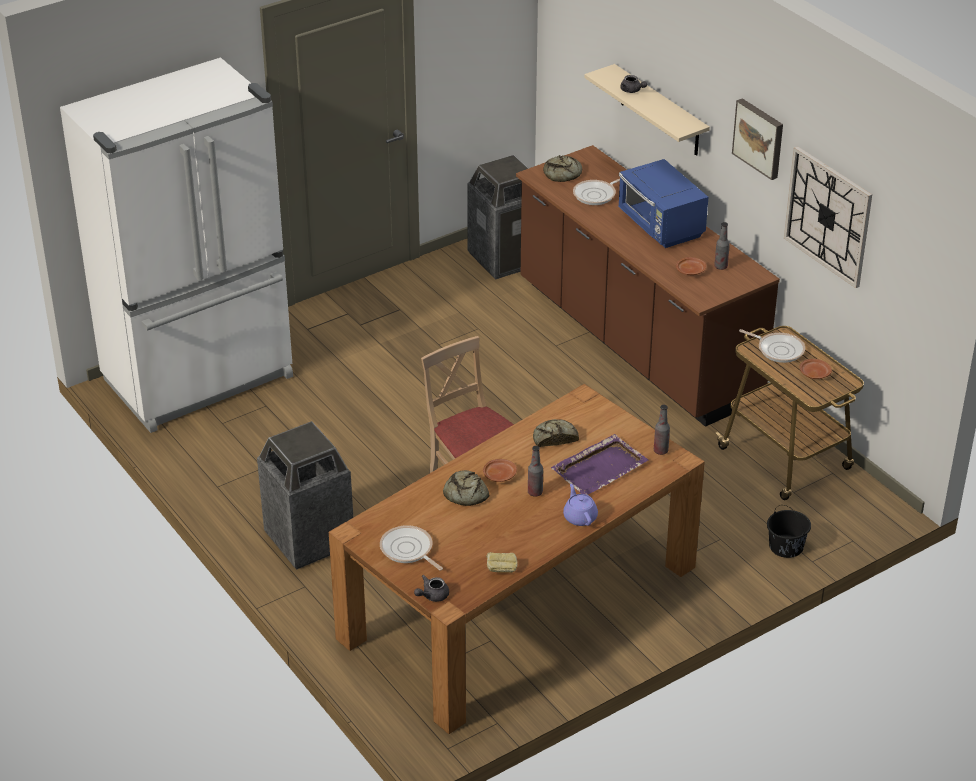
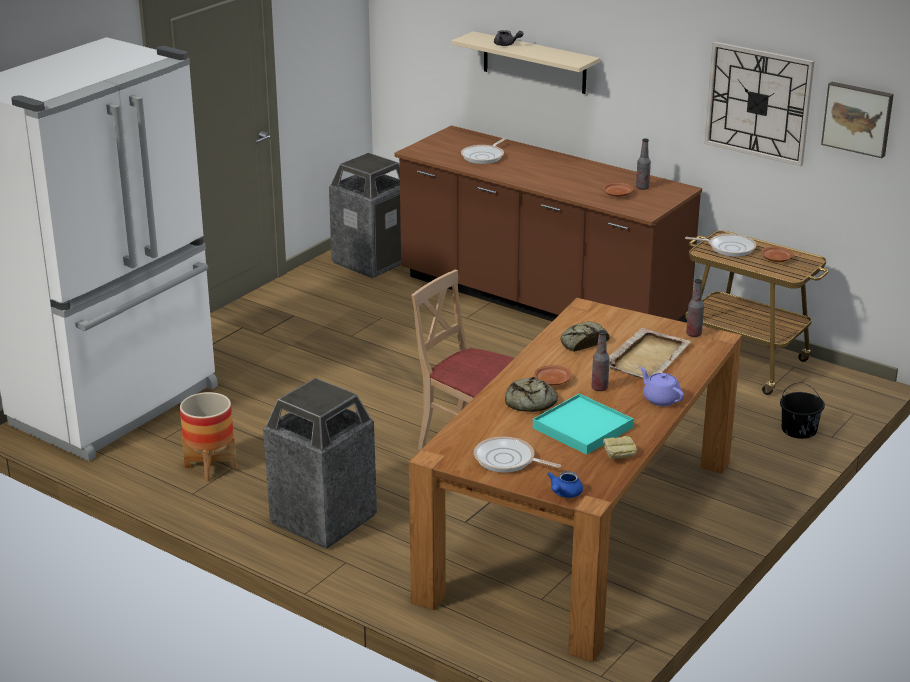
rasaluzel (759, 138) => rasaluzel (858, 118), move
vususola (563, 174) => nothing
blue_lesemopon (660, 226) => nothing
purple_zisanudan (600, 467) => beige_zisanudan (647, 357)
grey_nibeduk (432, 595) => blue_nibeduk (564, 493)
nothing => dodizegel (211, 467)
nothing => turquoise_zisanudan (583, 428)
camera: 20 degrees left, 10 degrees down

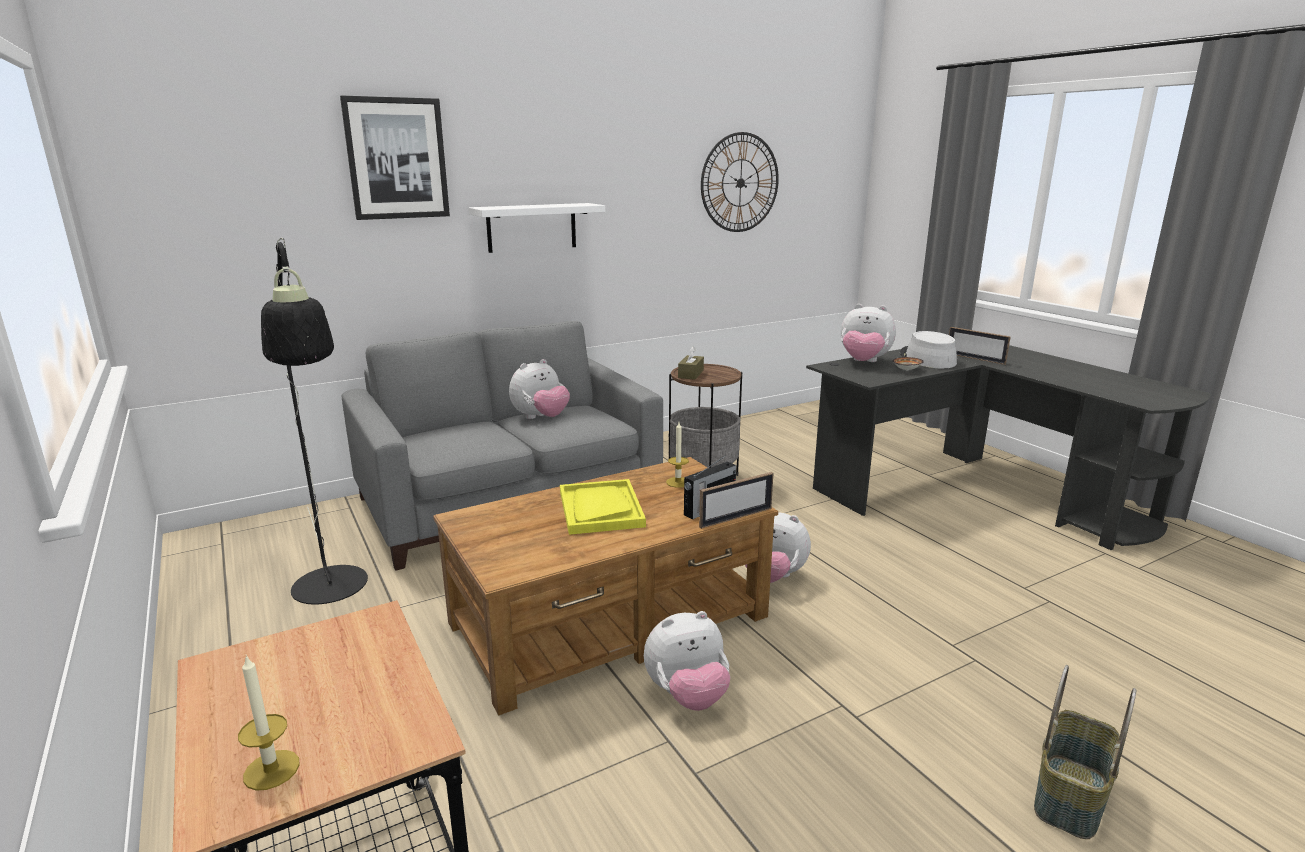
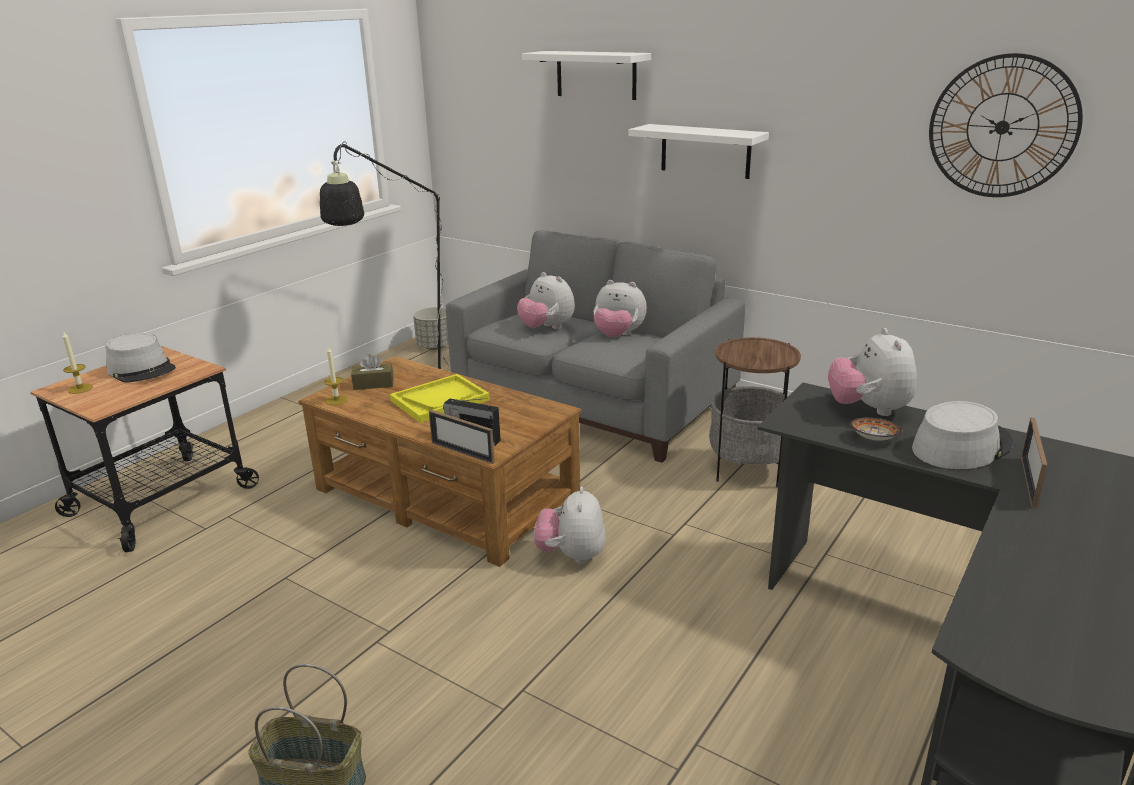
rasaluzel (397, 159) => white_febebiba (596, 75)
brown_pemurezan (691, 374) => brown_pemurezan (373, 384), move
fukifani (678, 482) => fukifani (336, 400), move
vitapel (687, 696) => vitapel (547, 328), move
nothing => grey_dodizegel (435, 346)
nothing => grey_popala (142, 369)
camera: 65 degrees right, 5 degrees up

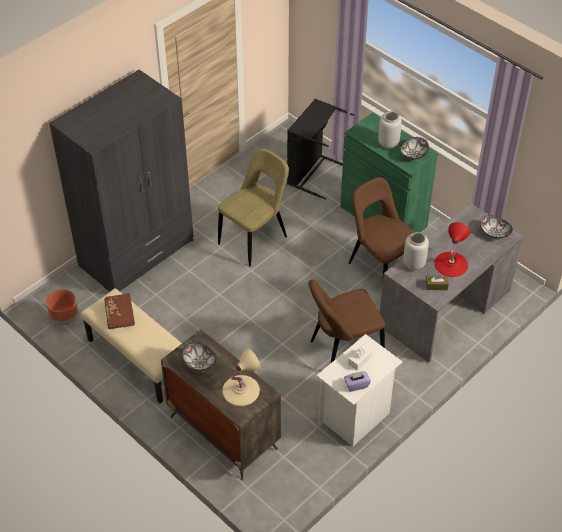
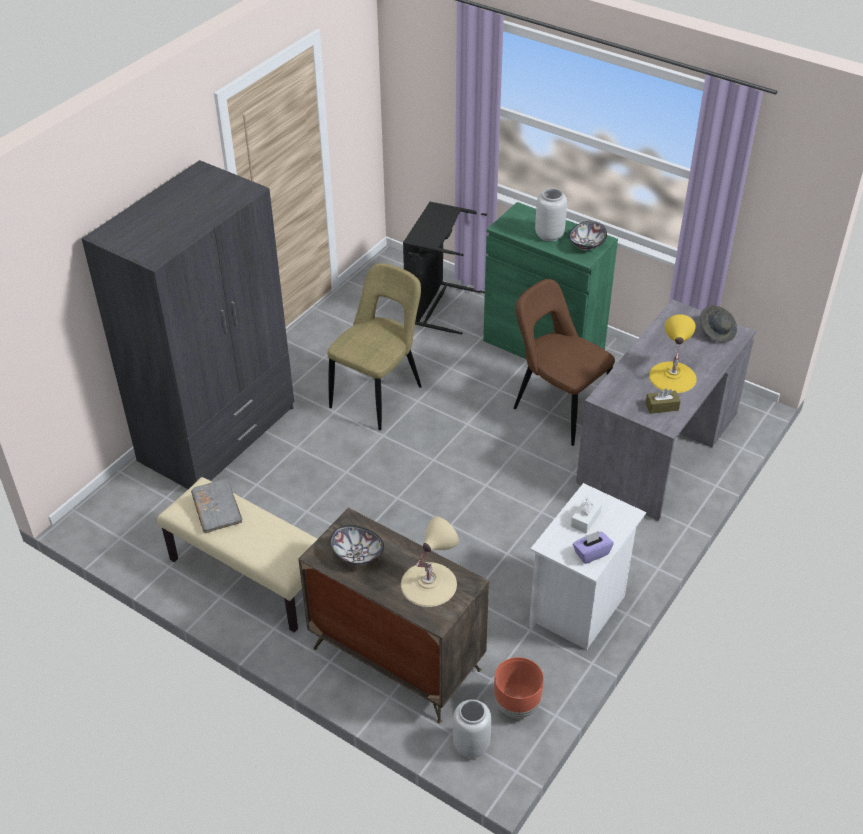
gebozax (494, 233) => grey_popala (717, 331)
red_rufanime (451, 264) => yellow_rufanime (672, 377)
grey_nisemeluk (413, 264) => grey_nisemeluk (470, 745), move
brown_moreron (343, 350) => nothing
brown_dodizegel (64, 319) => brown_dodizegel (516, 705), move
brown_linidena (120, 315) => grey_linidena (217, 512)
camera: 10 degrees left, 5 degrees down

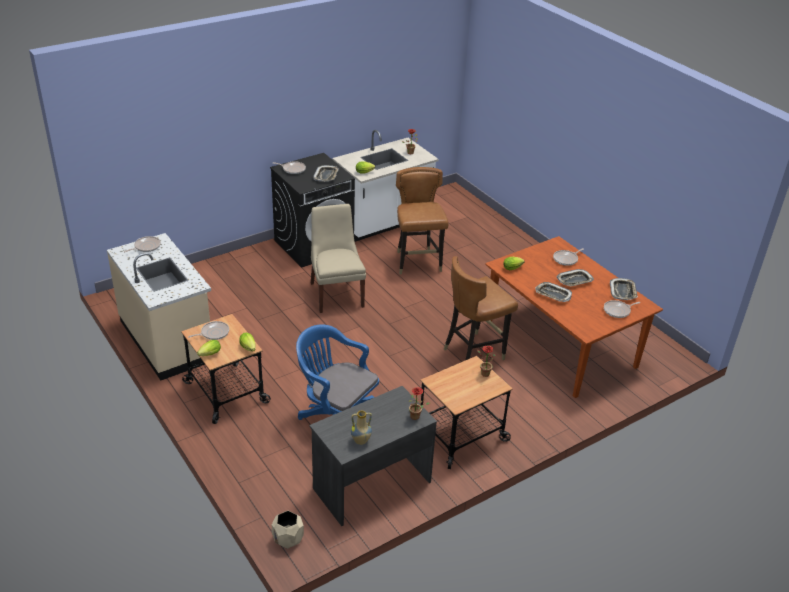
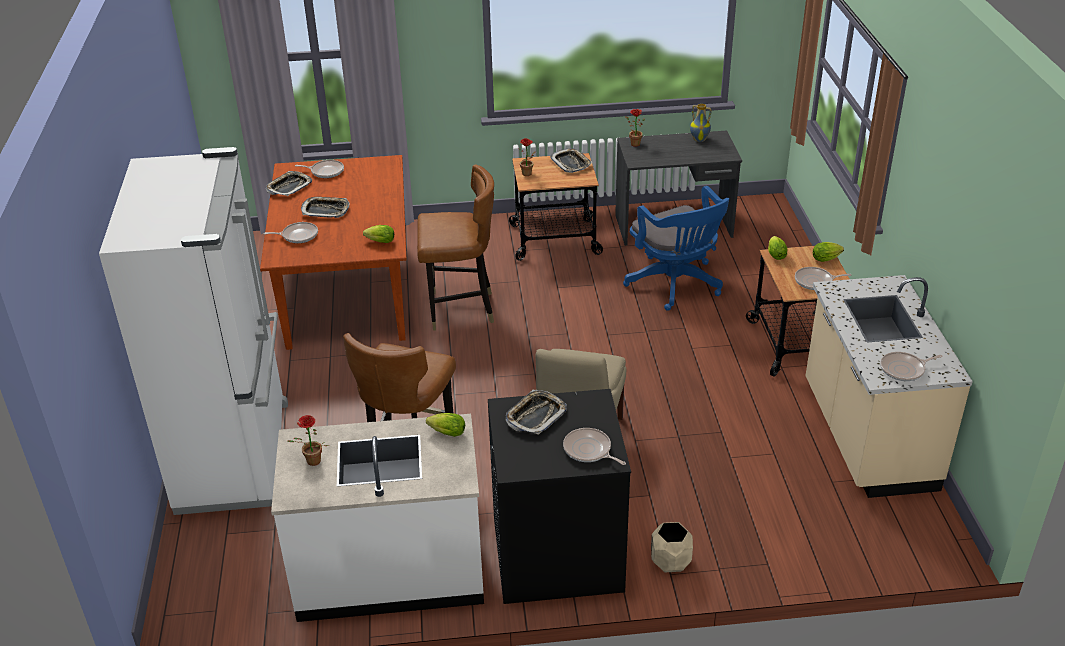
zisanudan (553, 294) => zisanudan (571, 163), move
beige_dodizegel (288, 539) => beige_dodizegel (670, 561), move
nothing => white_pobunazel (237, 455)
camera: 150 degrees left, 0 degrees up

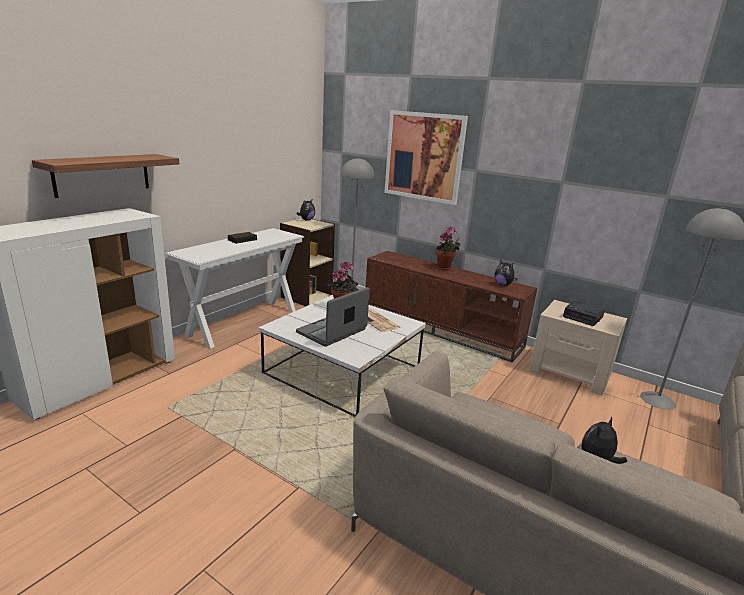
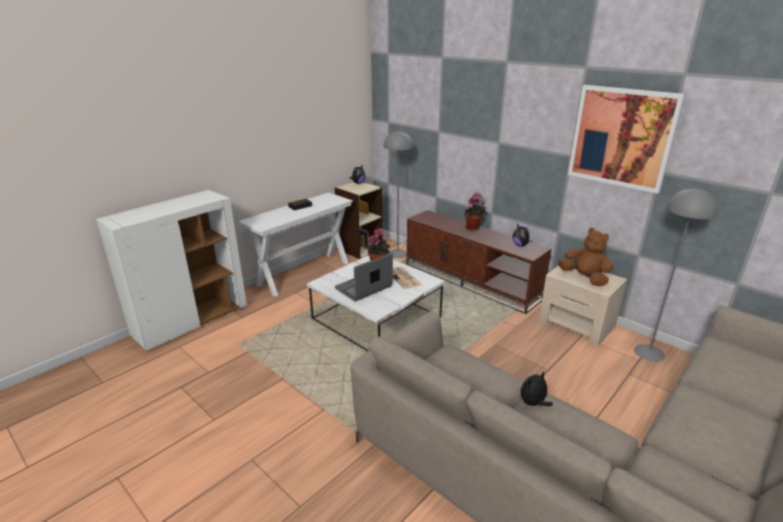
rasaluzel (424, 156) => rasaluzel (621, 137), move
febebiba (102, 174) => nothing
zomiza (583, 317) => brown_vitapel (584, 278)
camera: 10 degrees right, 5 degrees up

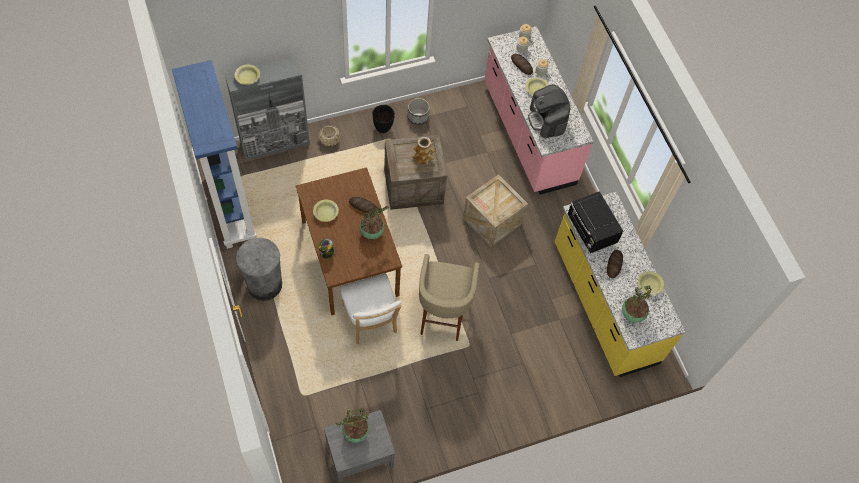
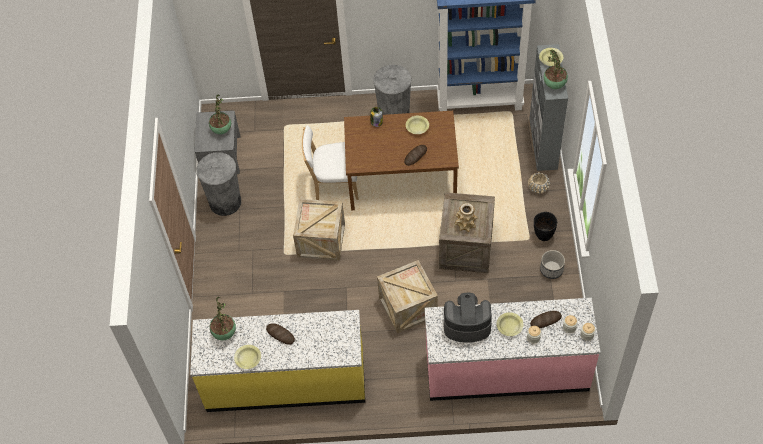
black_lesemopon (591, 231) => nothing
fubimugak (372, 232) => fubimugak (554, 85), move
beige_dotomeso (442, 315) => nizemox (321, 240)
nothing => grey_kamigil (225, 202)
camera: 115 degrees right, 5 degrees down

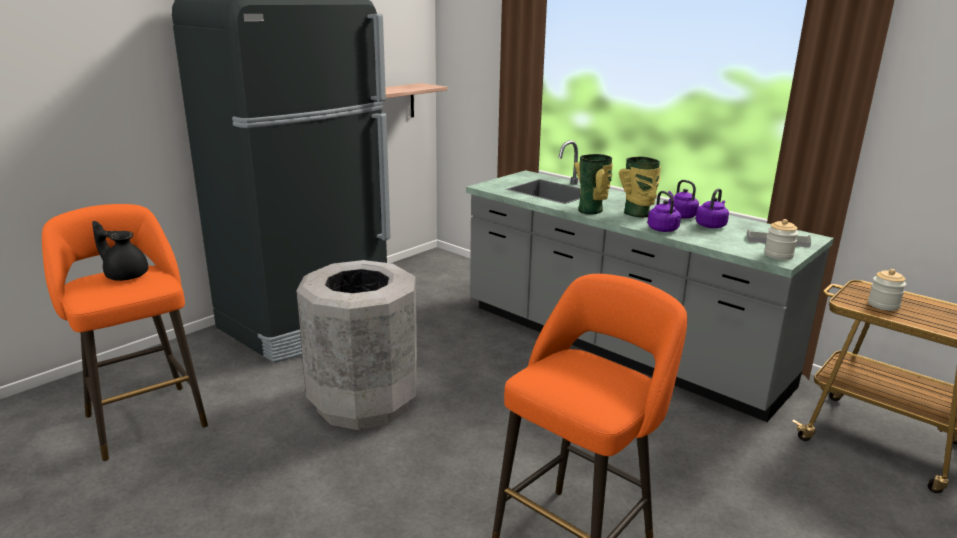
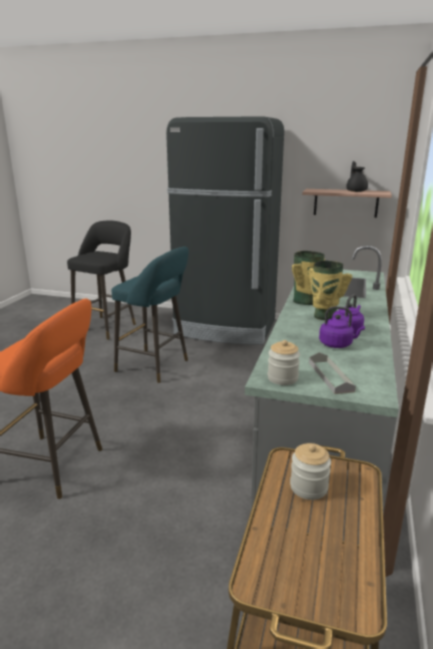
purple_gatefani (664, 230) => nothing
orange_dotomeso (144, 417) => black_dotomeso (107, 326)
black_nibeduk (125, 275) => black_nibeduk (356, 191), move
grey_kamigil (364, 402) => turquoise_dotomeso (155, 366)
camera: 65 degrees right, 0 degrees up

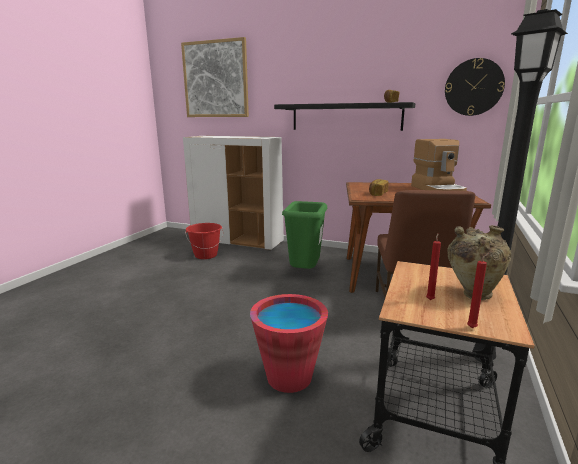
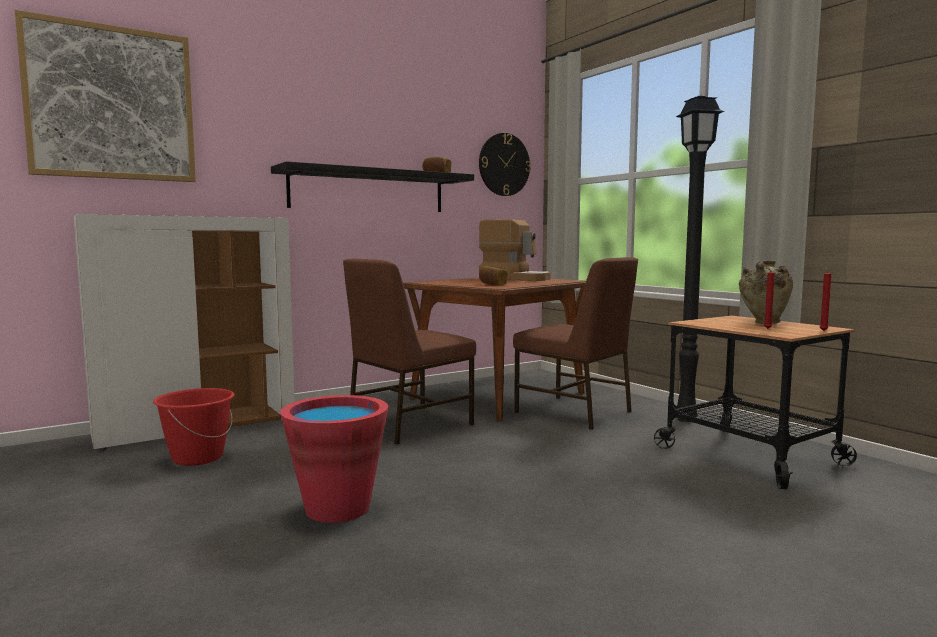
green_kamigil (305, 273) => brown_moreron (408, 424)
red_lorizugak (289, 377) => red_lorizugak (337, 508), move
camera: 55 degrees left, 10 degrees down

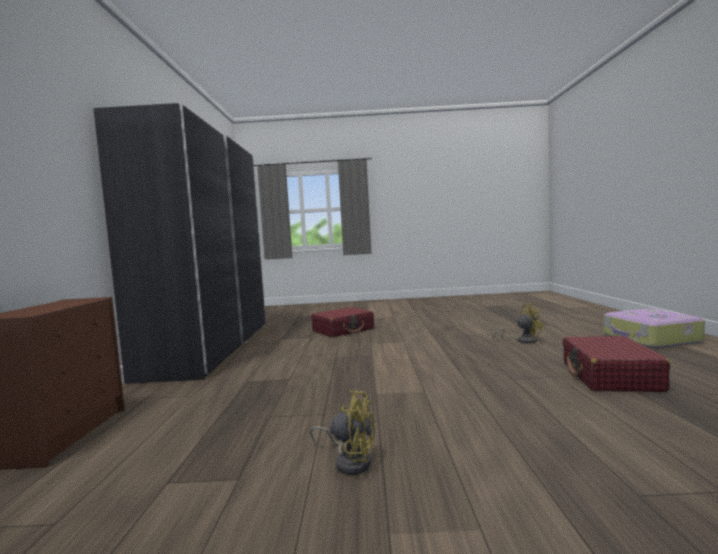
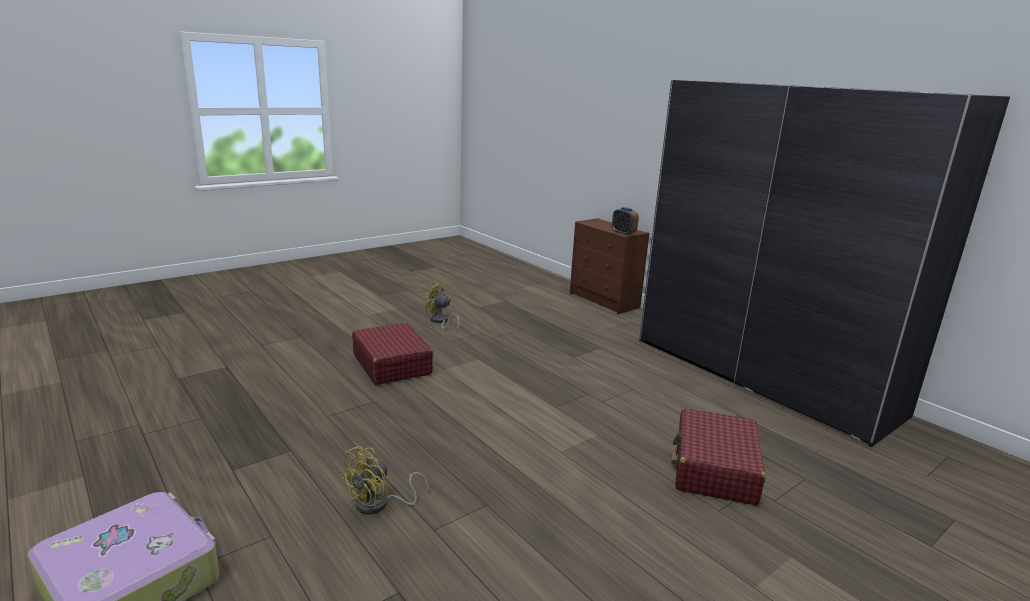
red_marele (610, 376) => red_marele (392, 364), move
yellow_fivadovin (349, 461) => yellow_fivadovin (440, 321), 45 degrees clockwise
nothing => zomiza (623, 233)
camera: 140 degrees right, 15 degrees up

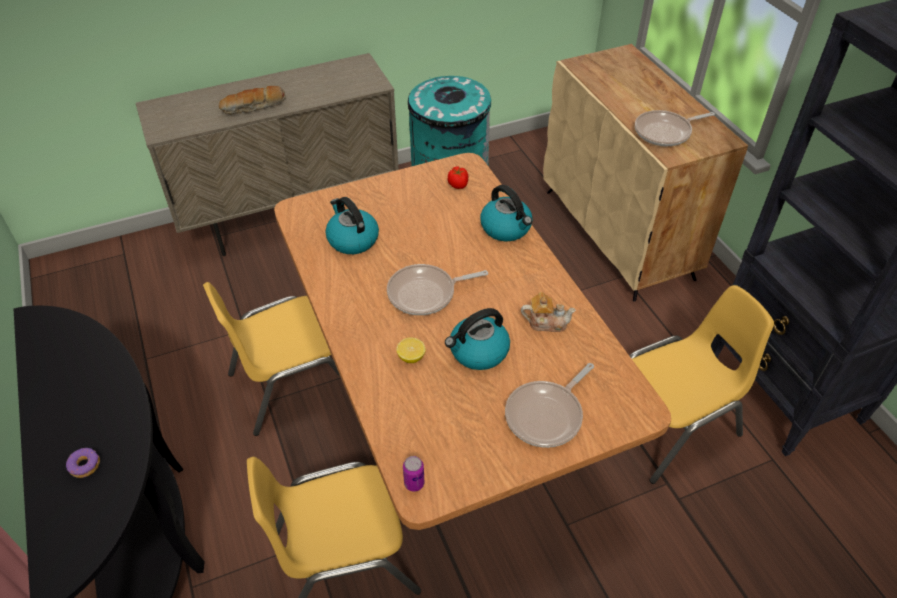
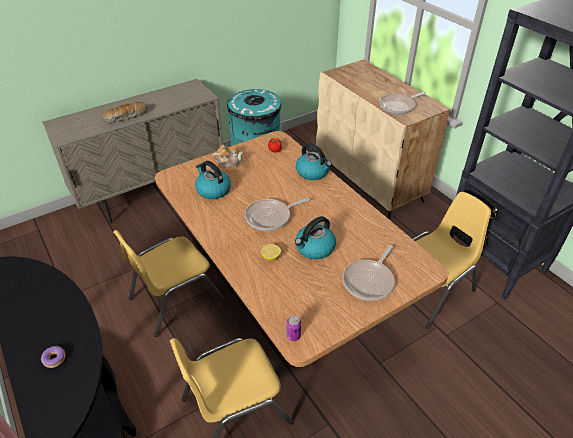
nibeduk (546, 322) => nibeduk (229, 163), move
camera: 10 degrees left, 5 degrees down

